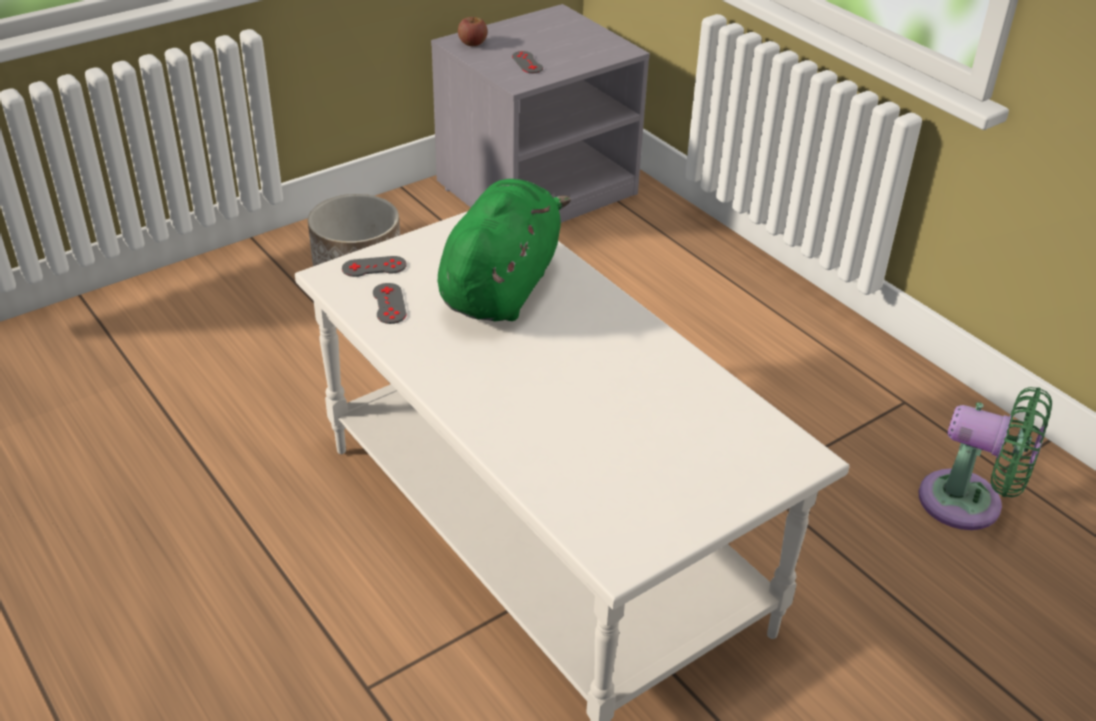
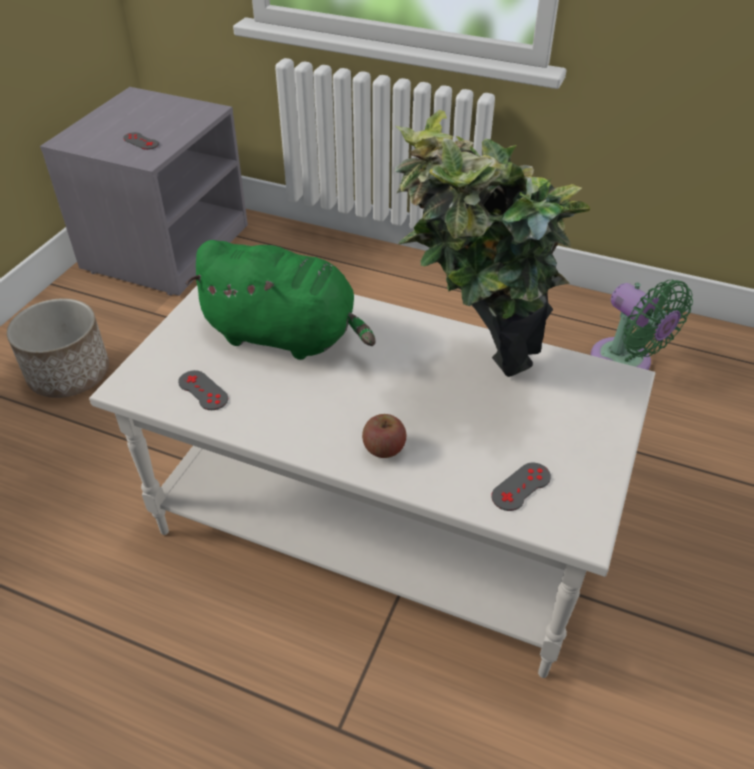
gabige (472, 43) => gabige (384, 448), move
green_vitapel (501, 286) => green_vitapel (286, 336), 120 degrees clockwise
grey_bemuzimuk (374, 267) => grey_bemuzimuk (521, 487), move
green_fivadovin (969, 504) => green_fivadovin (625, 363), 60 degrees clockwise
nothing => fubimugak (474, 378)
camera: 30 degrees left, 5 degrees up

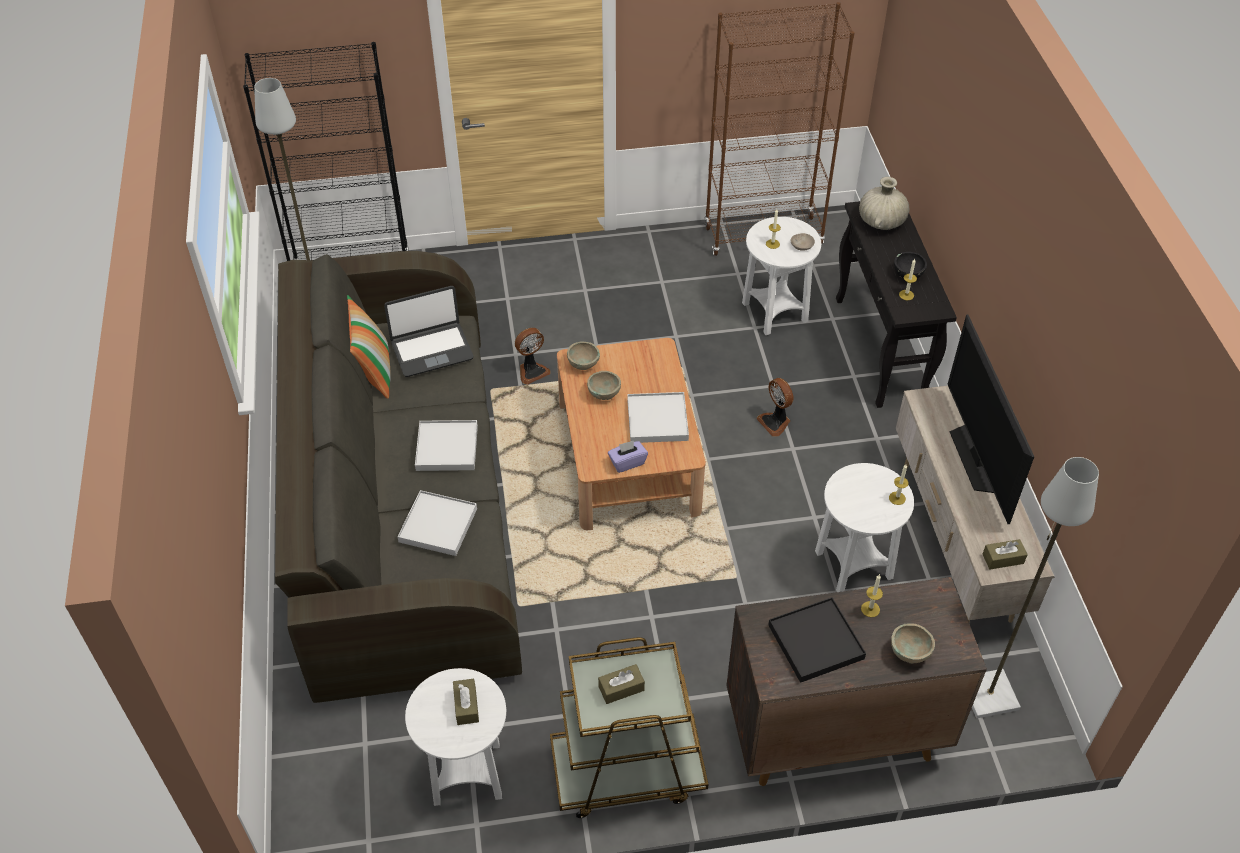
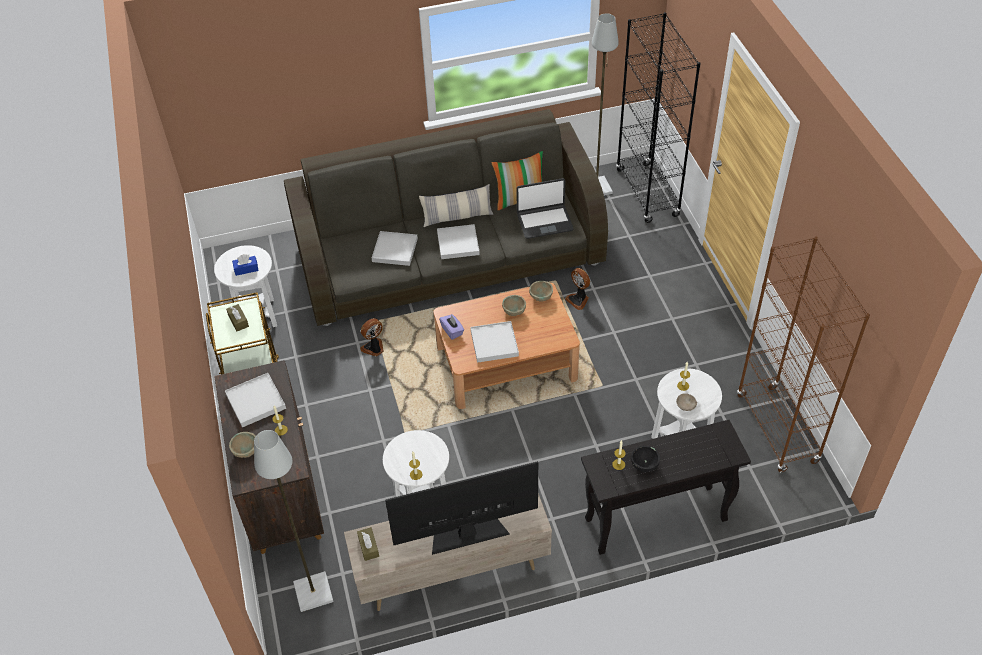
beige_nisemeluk (881, 222) => nothing
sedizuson (431, 350) => sedizuson (544, 222), 75 degrees counterclockwise
fivadovin (775, 422) => fivadovin (374, 348), move
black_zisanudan (816, 642) => white_zisanudan (255, 402)
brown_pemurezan (466, 706) => blue_pemurezan (246, 269)
nothing => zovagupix (457, 217)
camera: 85 degrees right, 0 degrees up

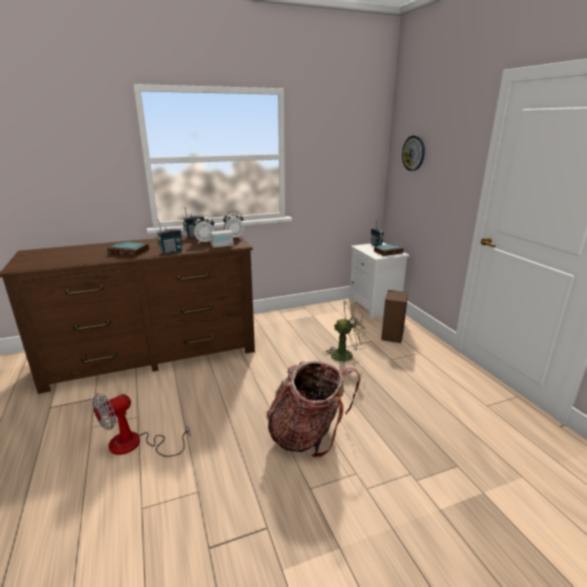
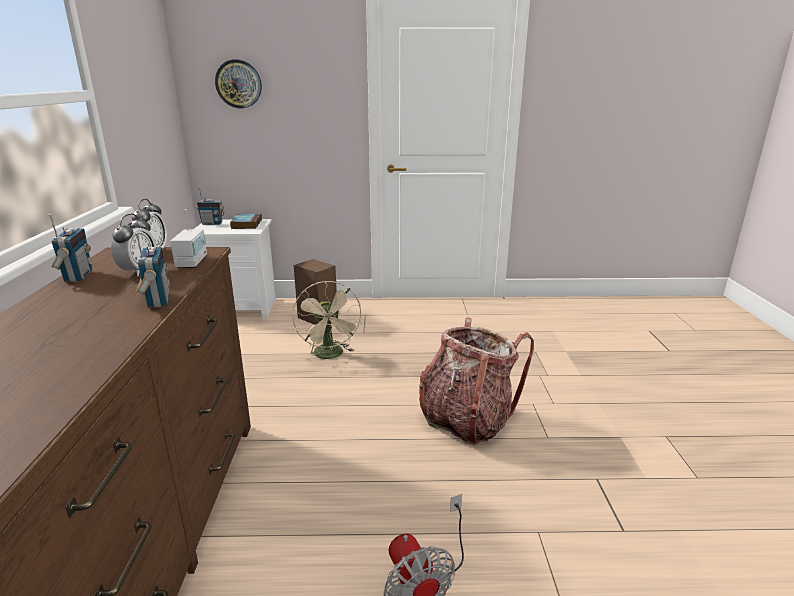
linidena (130, 252) => nothing
beige_fivadovin (346, 355) => beige_fivadovin (331, 355), 150 degrees clockwise
camera: 70 degrees left, 0 degrees up

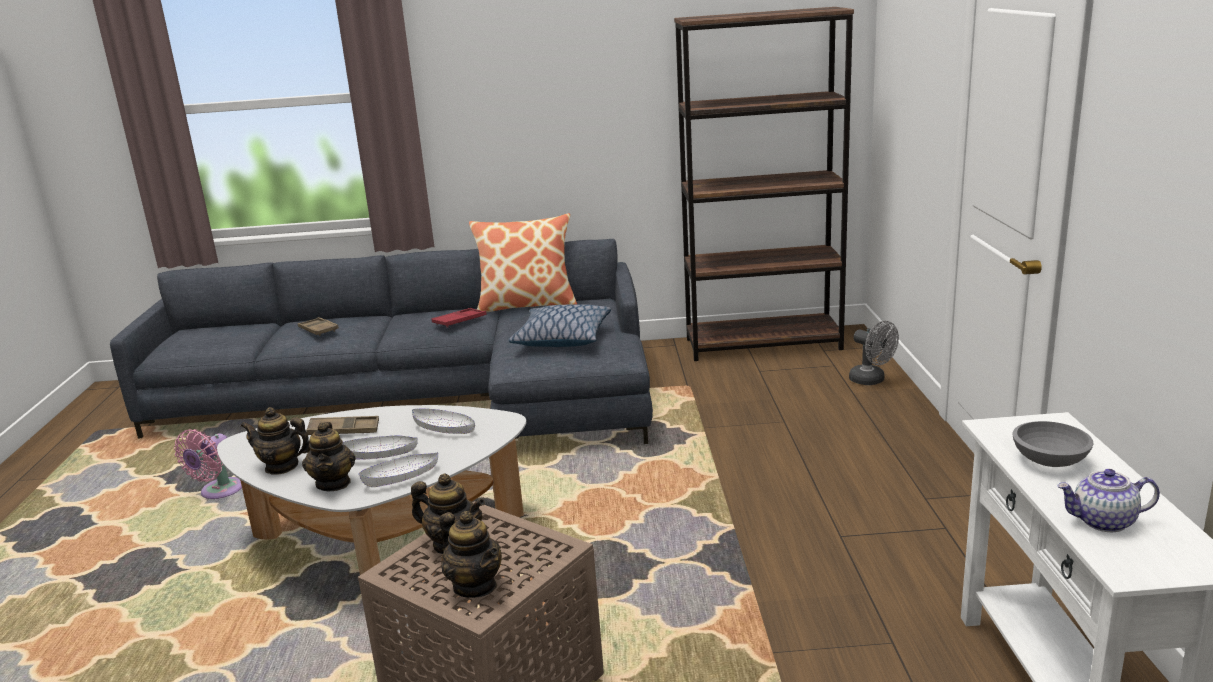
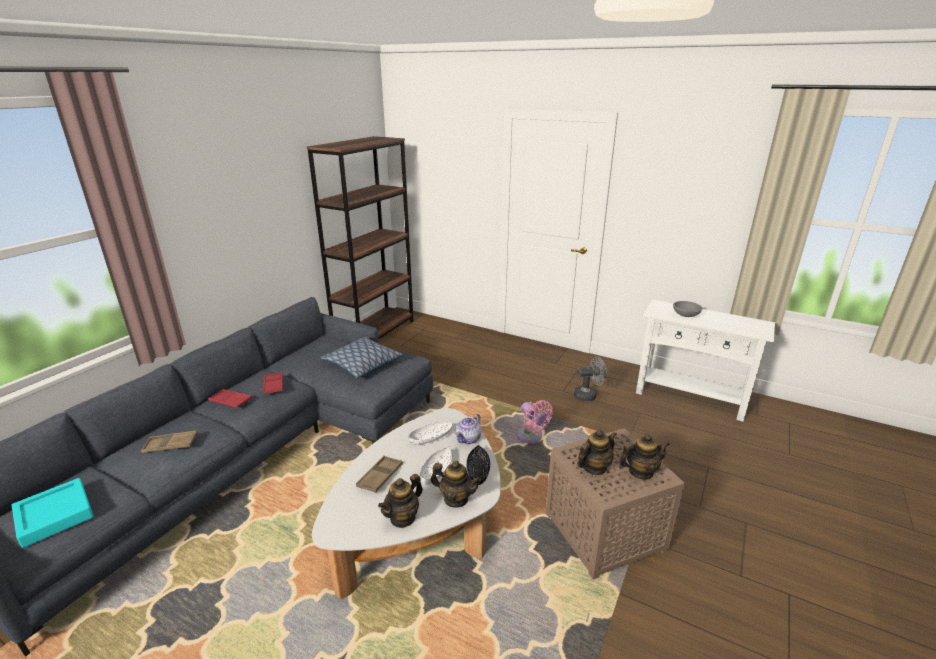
zovagupix (527, 305) => nothing
grey_fivadovin (872, 380) => grey_fivadovin (588, 395), move
pink_fivadovin (218, 492) => pink_fivadovin (530, 437), move
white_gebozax (401, 478) => black_gebozax (478, 470)
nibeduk (1103, 522) => nibeduk (468, 439), move
nothing => red_zisanudan (231, 401)
nothing => turquoise_zisanudan (55, 516)
camera: 60 degrees left, 5 degrees up

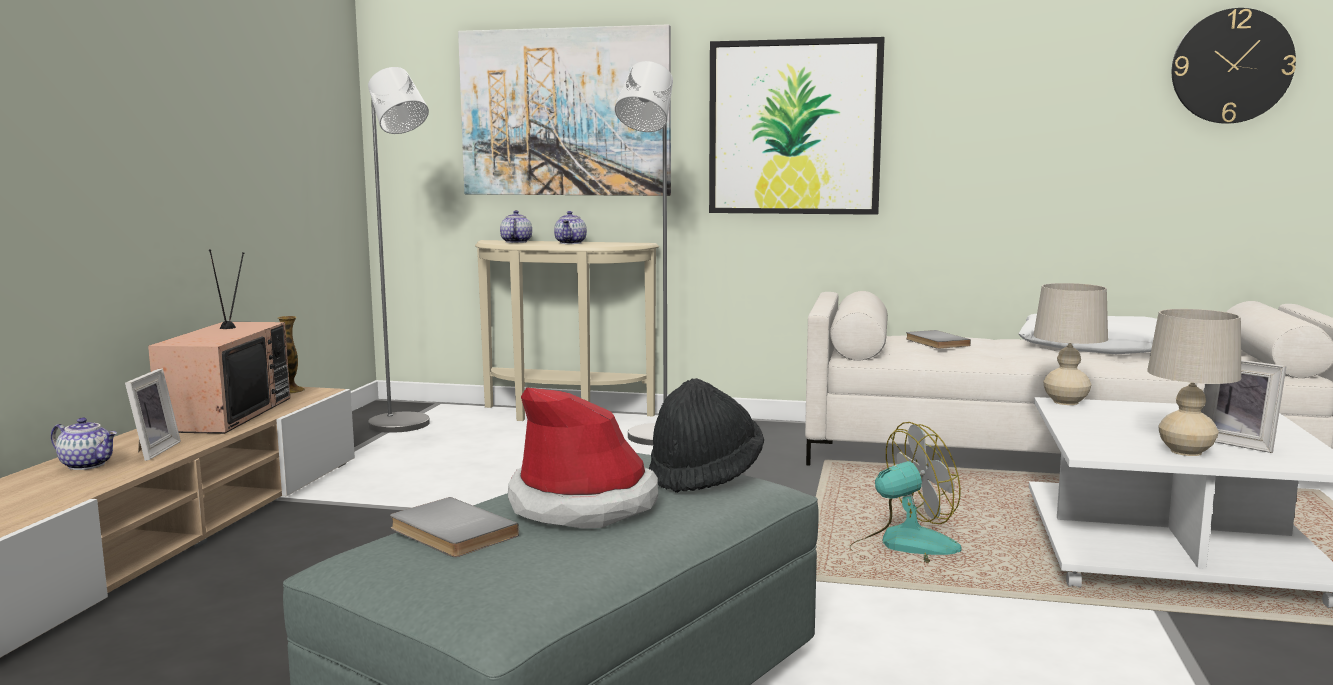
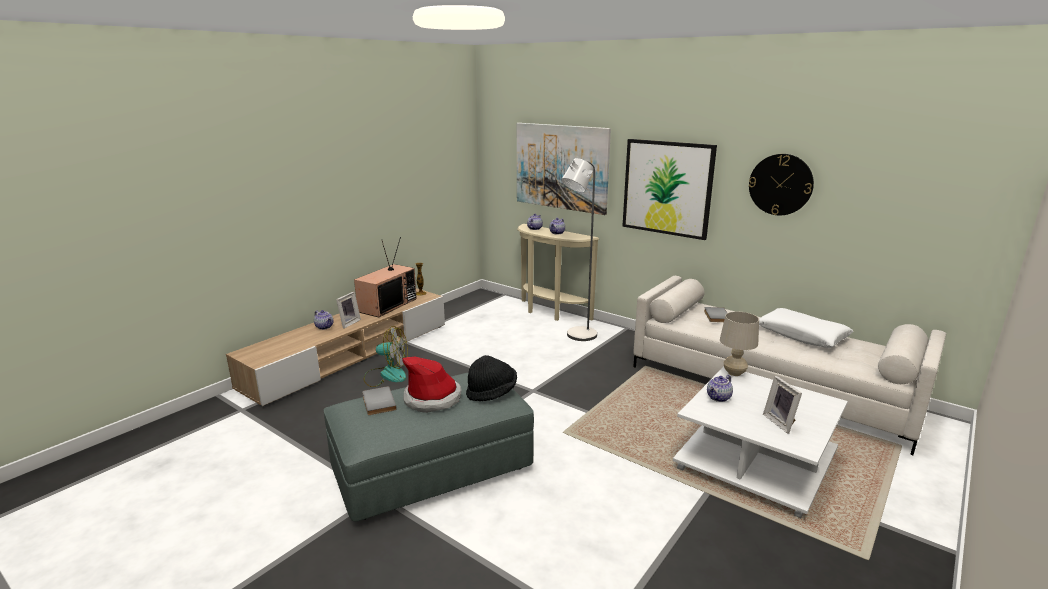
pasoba (1231, 66) => pasoba (780, 184), move
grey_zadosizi (405, 426) => nothing
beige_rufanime (1186, 452) => nothing
fivadovin (903, 548) => fivadovin (386, 375), move
nothing => nibeduk (719, 398)
camera: 25 degrees right, 10 degrees up

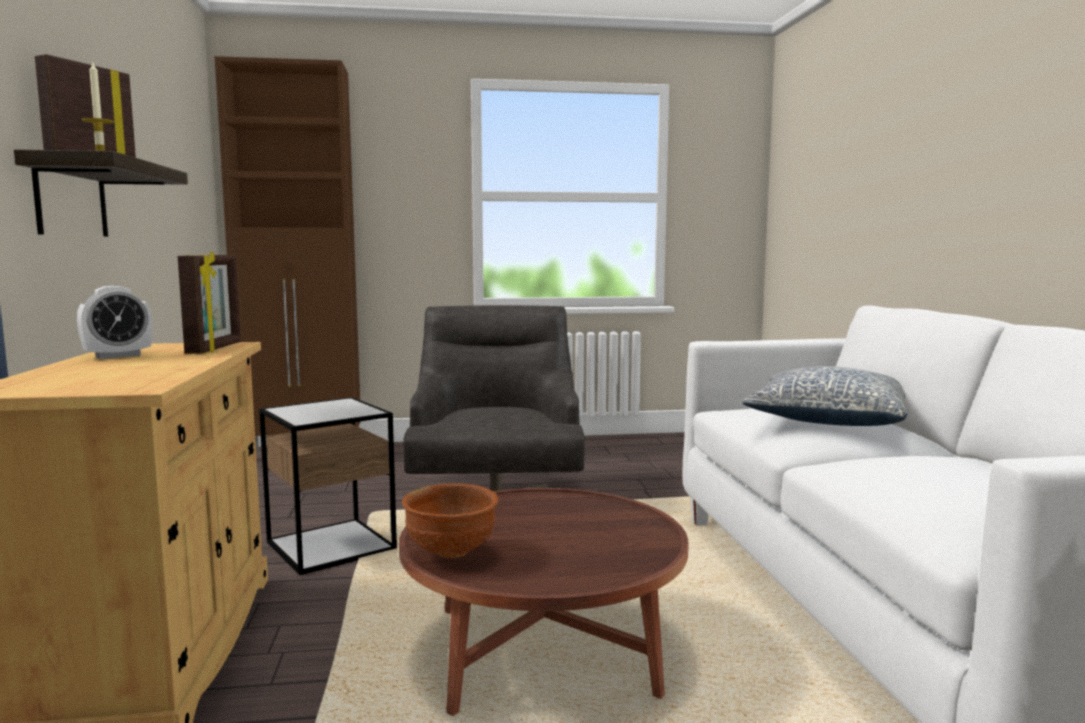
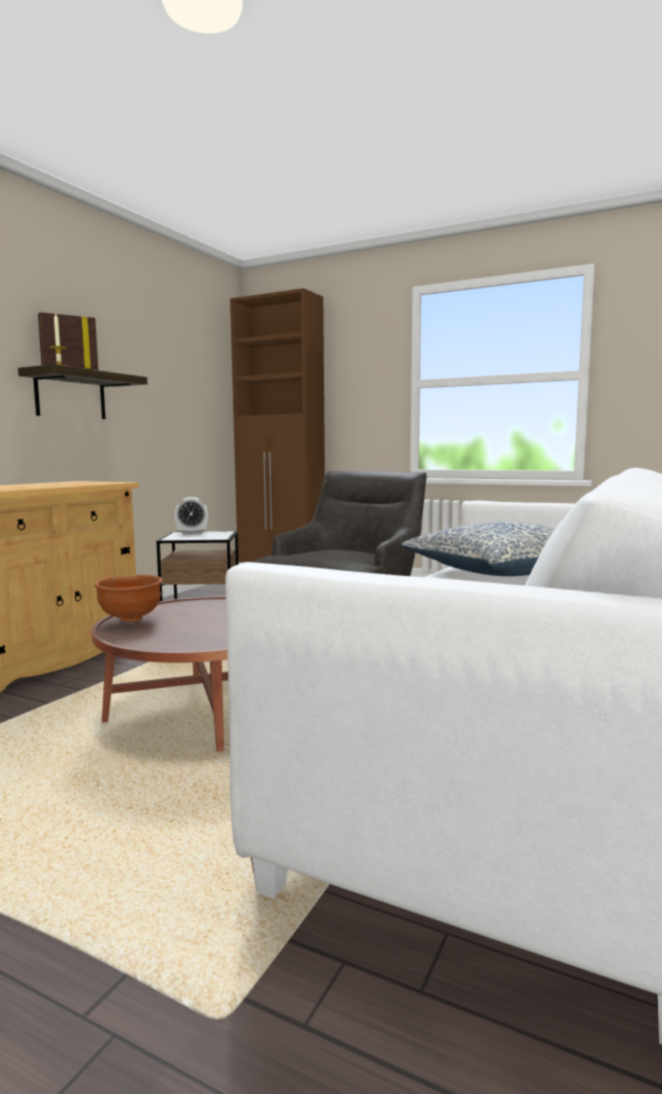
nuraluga (216, 349) => nothing
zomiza (118, 356) => zomiza (192, 532), move
camera: 35 degrees right, 0 degrees up

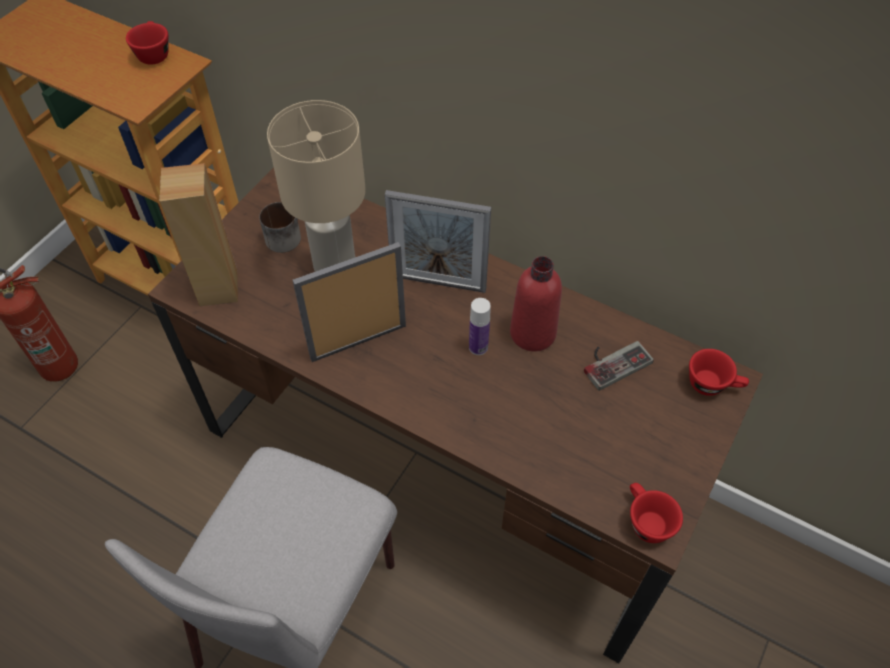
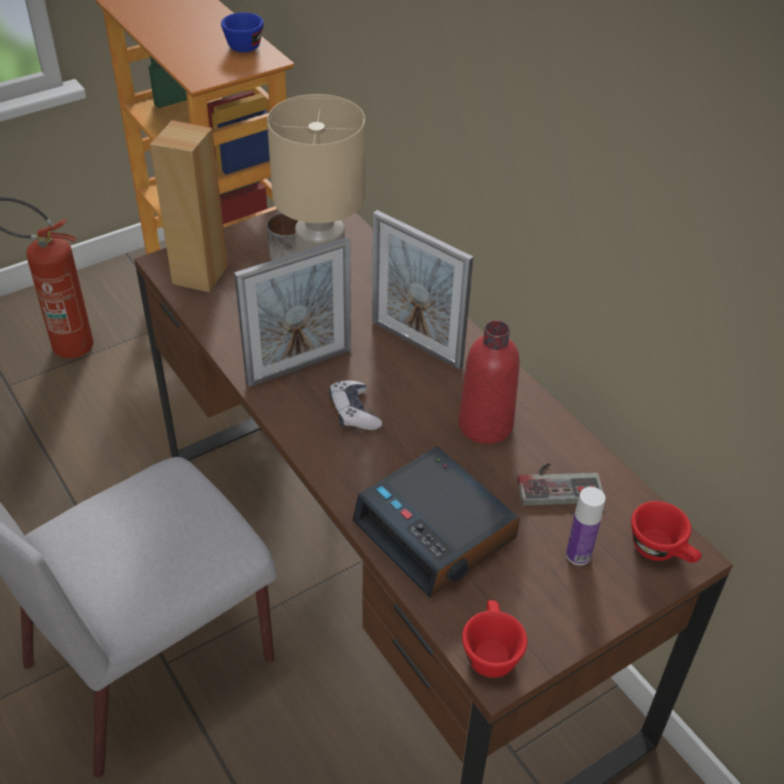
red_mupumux (153, 53) => blue_mupumux (246, 44)
nuraluga (358, 342) => nuraluga (299, 367), 150 degrees clockwise
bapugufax (478, 347) => bapugufax (578, 555), move
nothing => bemuzimuk (354, 412)
nothing => zomiza (436, 531)
camera: 25 degrees right, 10 degrees down

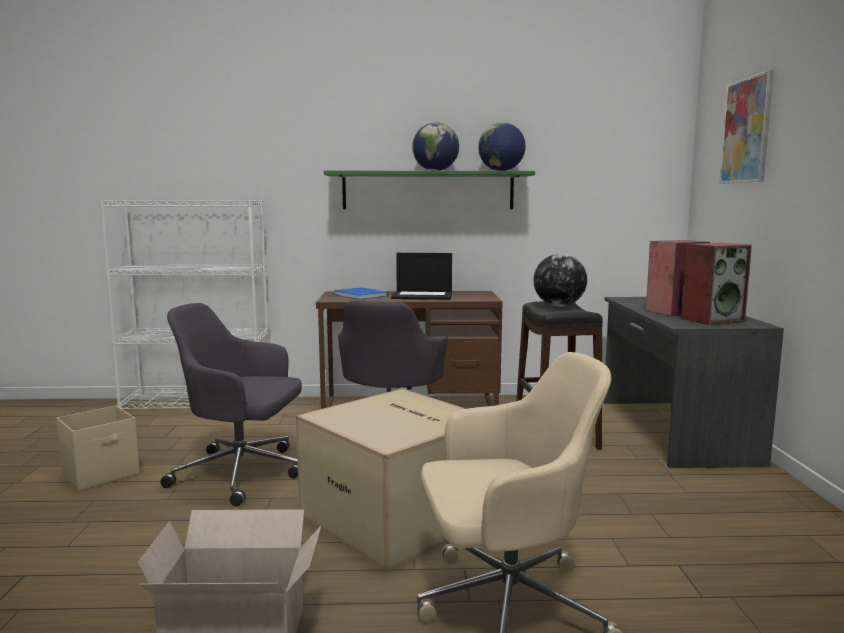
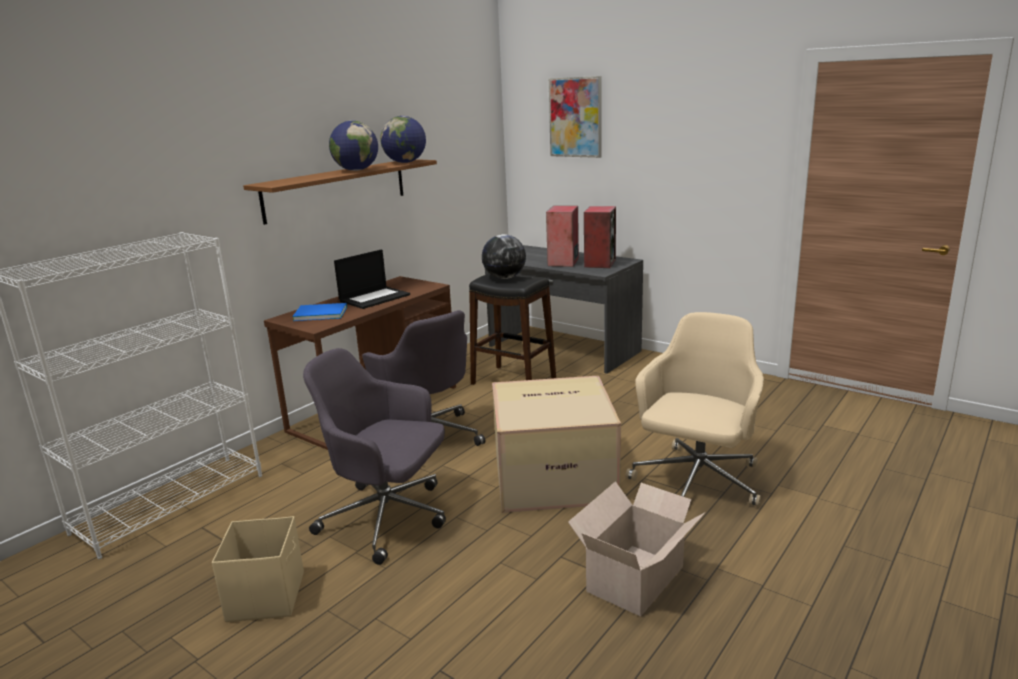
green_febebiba (428, 190) => brown_febebiba (337, 189)
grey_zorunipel (242, 473) => grey_zorunipel (388, 518), 60 degrees clockwise
camera: 50 degrees left, 10 degrees up

